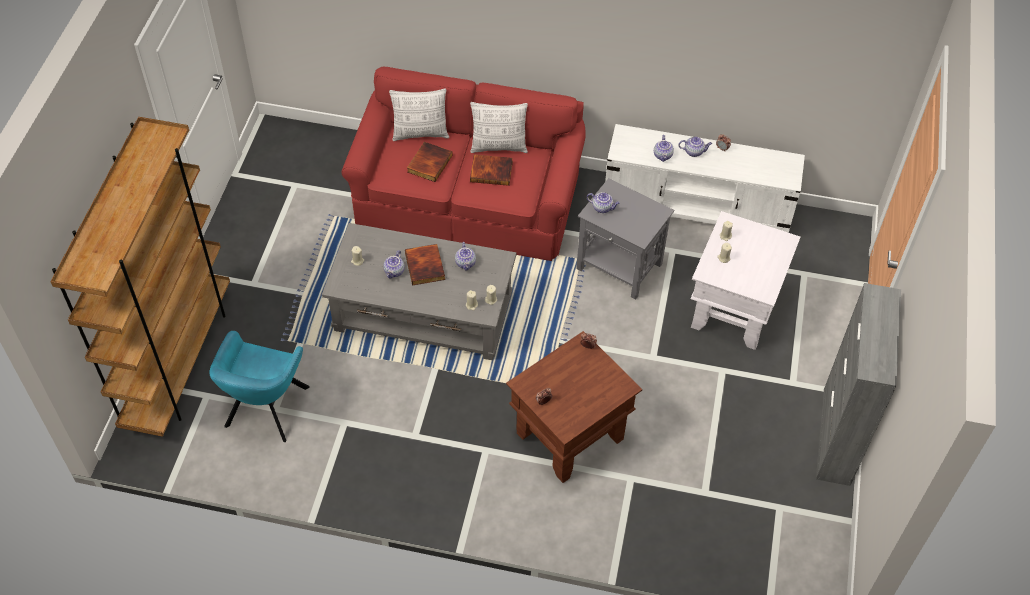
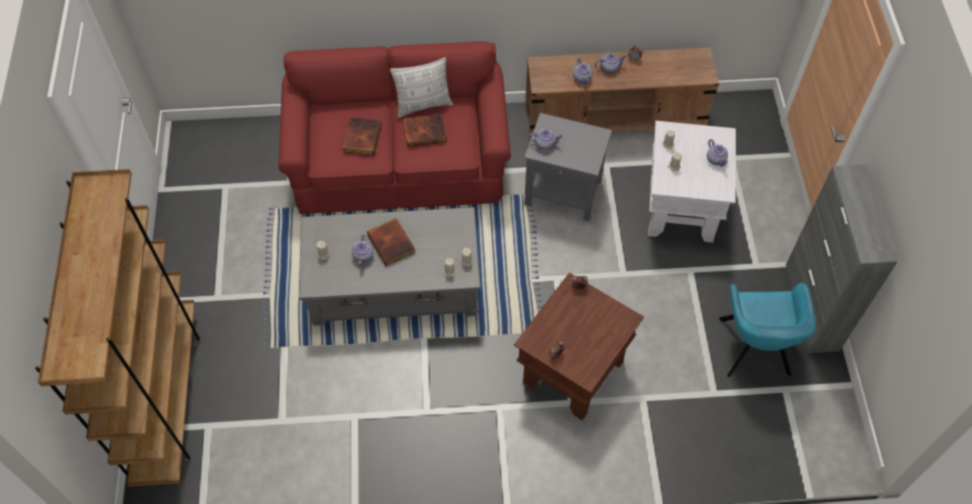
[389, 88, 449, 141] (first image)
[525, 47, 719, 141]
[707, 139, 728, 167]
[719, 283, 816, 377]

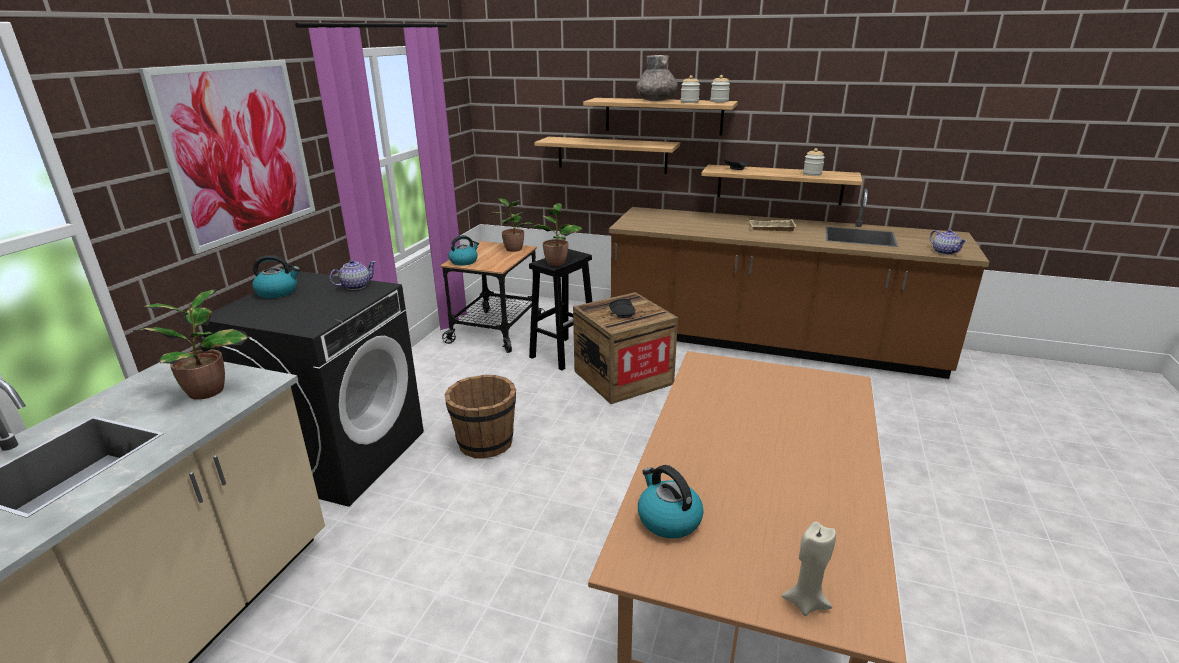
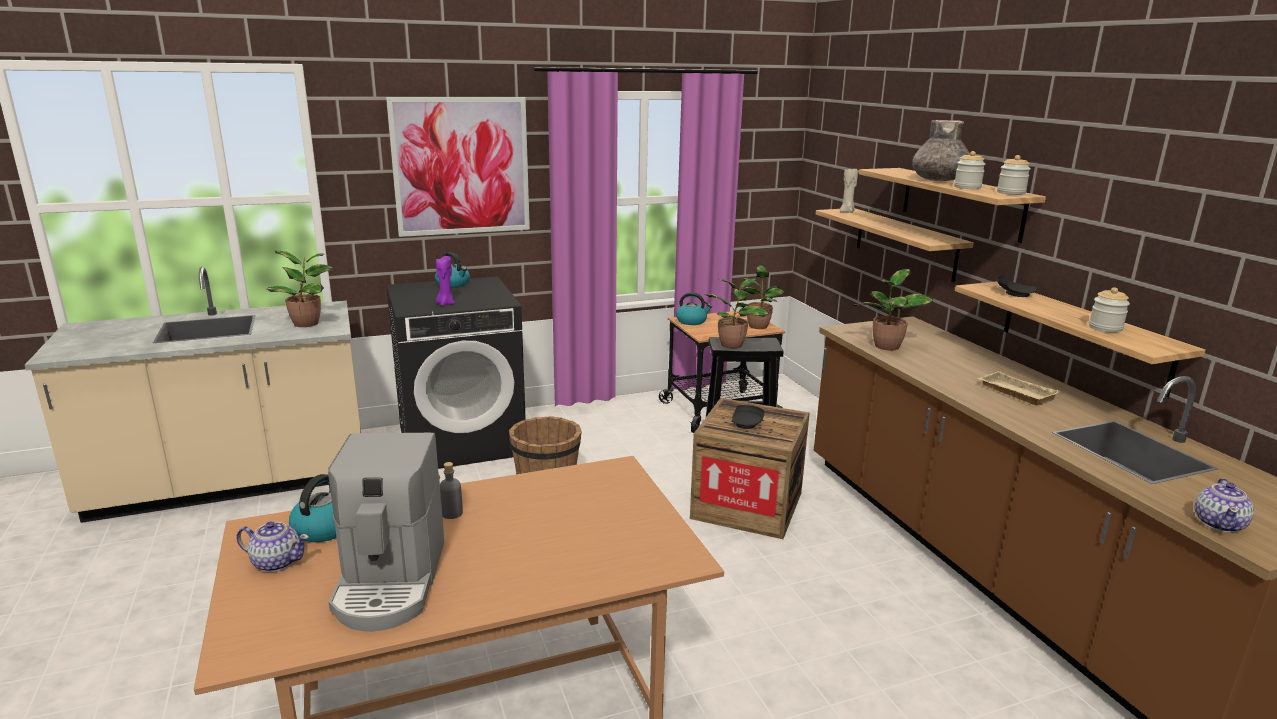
[236, 522, 309, 572]
[840, 168, 858, 213]
[436, 256, 454, 306]
[854, 269, 934, 351]
[328, 433, 444, 632]
[440, 462, 463, 519]

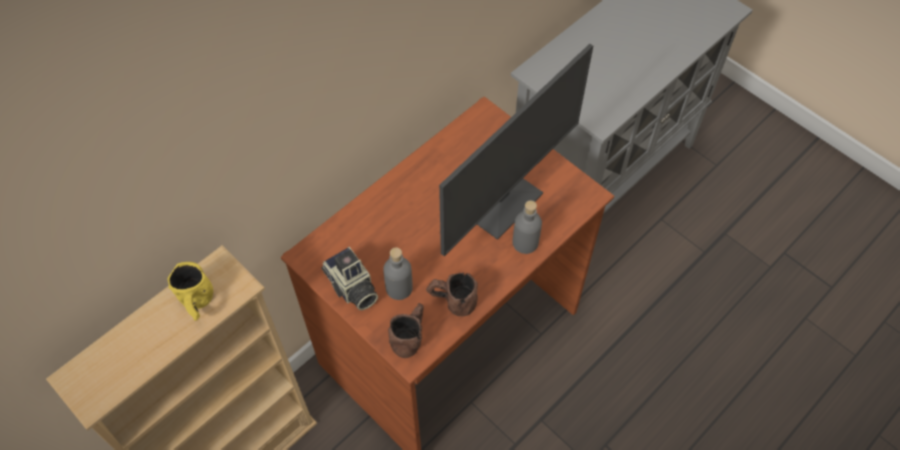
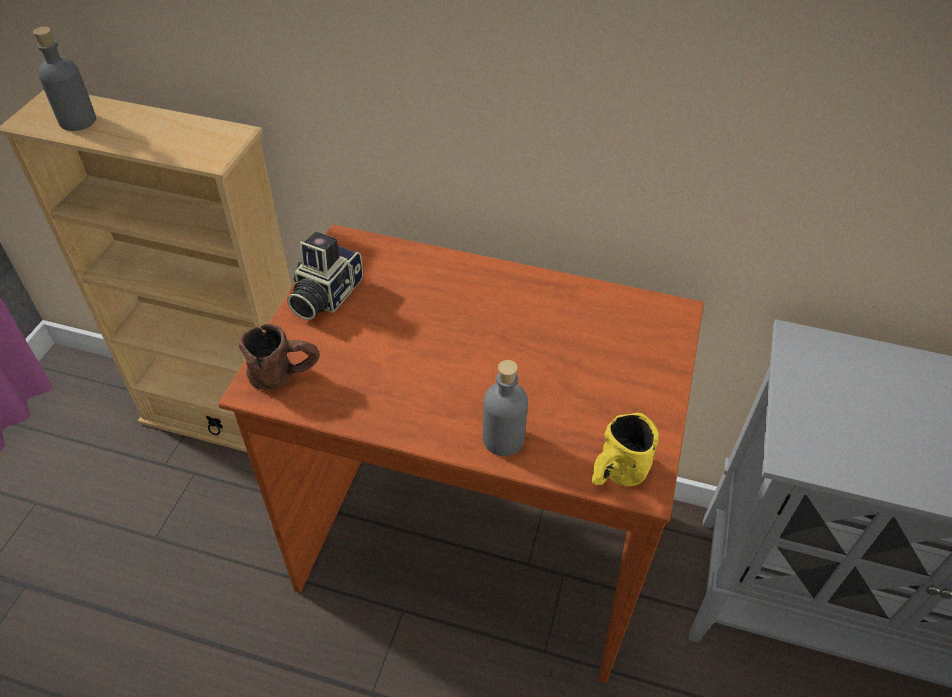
[439, 44, 593, 256] (first image)
[33, 27, 96, 131]
[591, 413, 659, 486]
[426, 273, 478, 316] (first image)

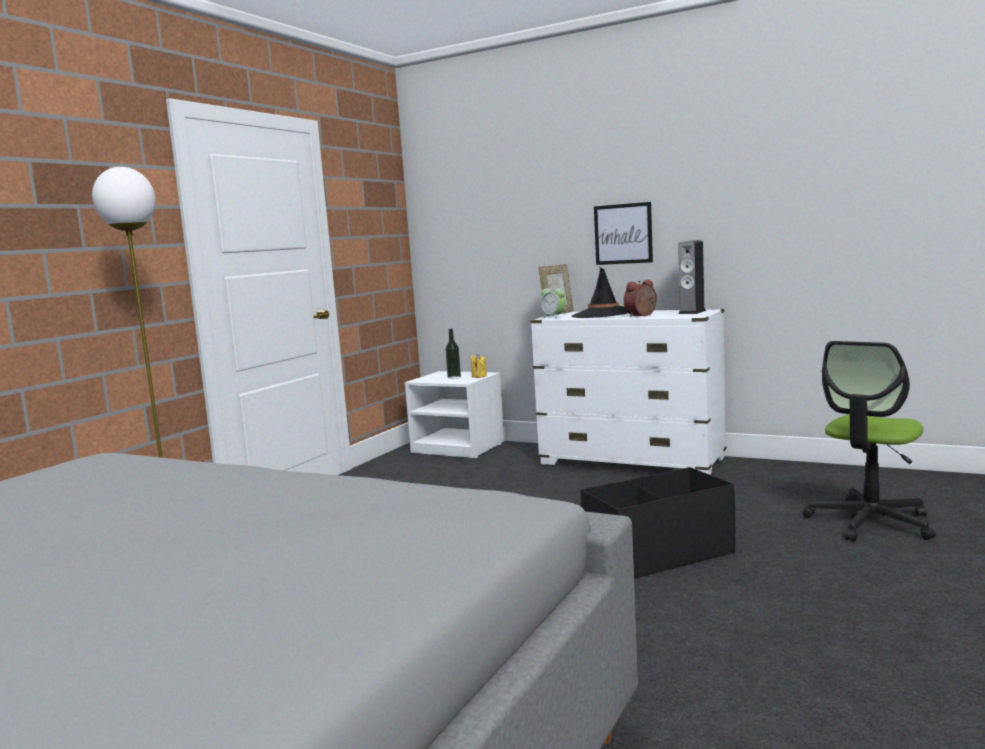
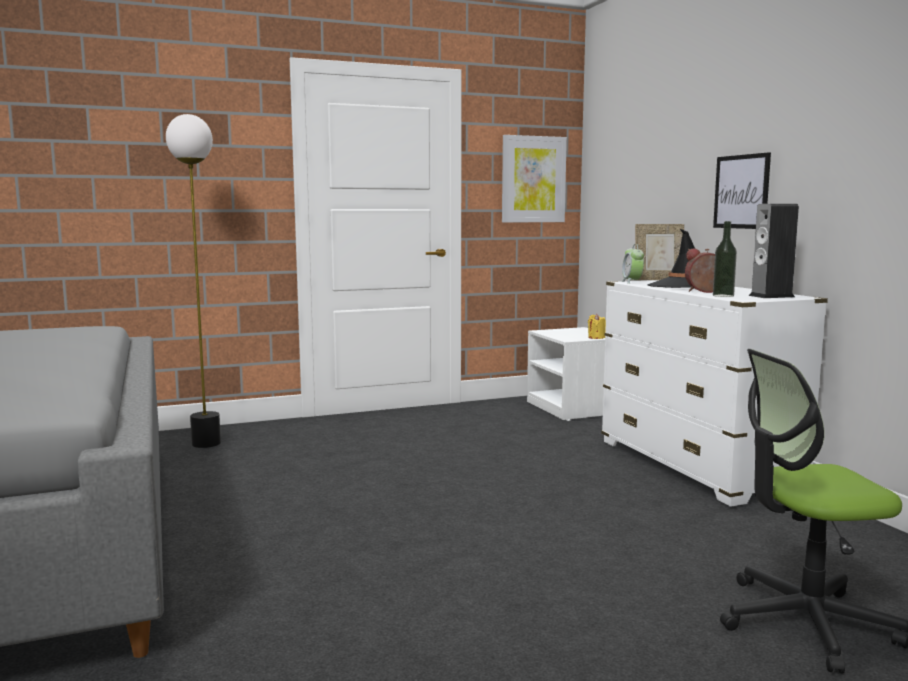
[713, 221, 737, 297]
[581, 467, 736, 579] (first image)
[502, 135, 567, 223]

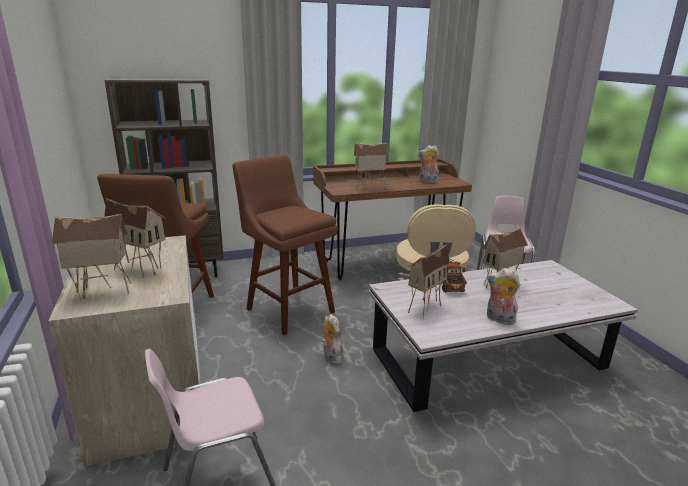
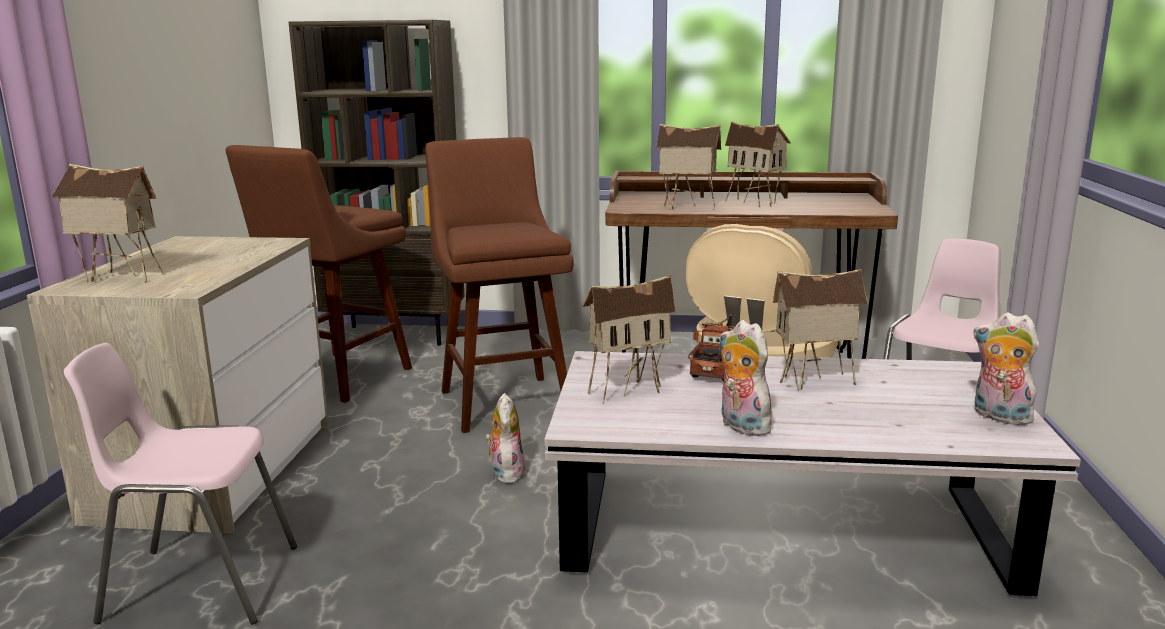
[973, 312, 1039, 425]
[725, 121, 791, 207]

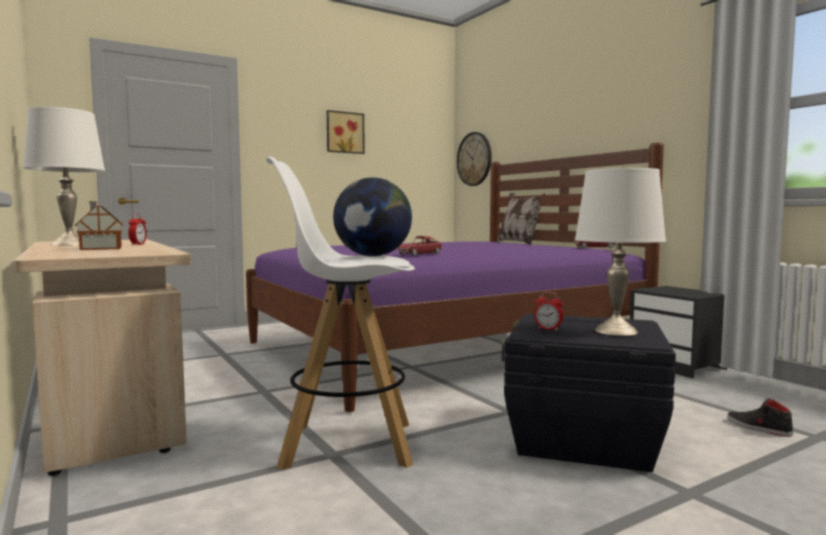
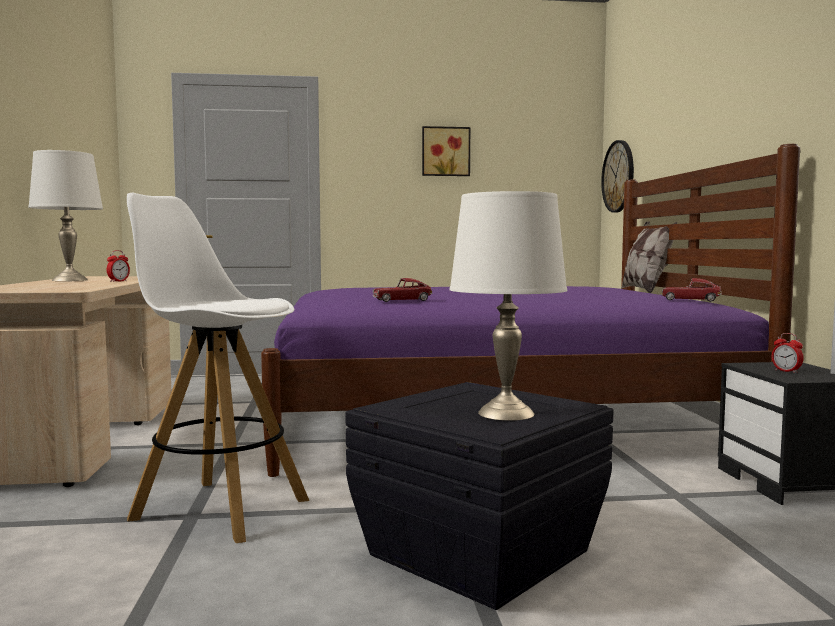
[333, 177, 412, 256] (first image)
[74, 201, 124, 250] (first image)
[772, 333, 804, 373]
[727, 398, 793, 437] (first image)

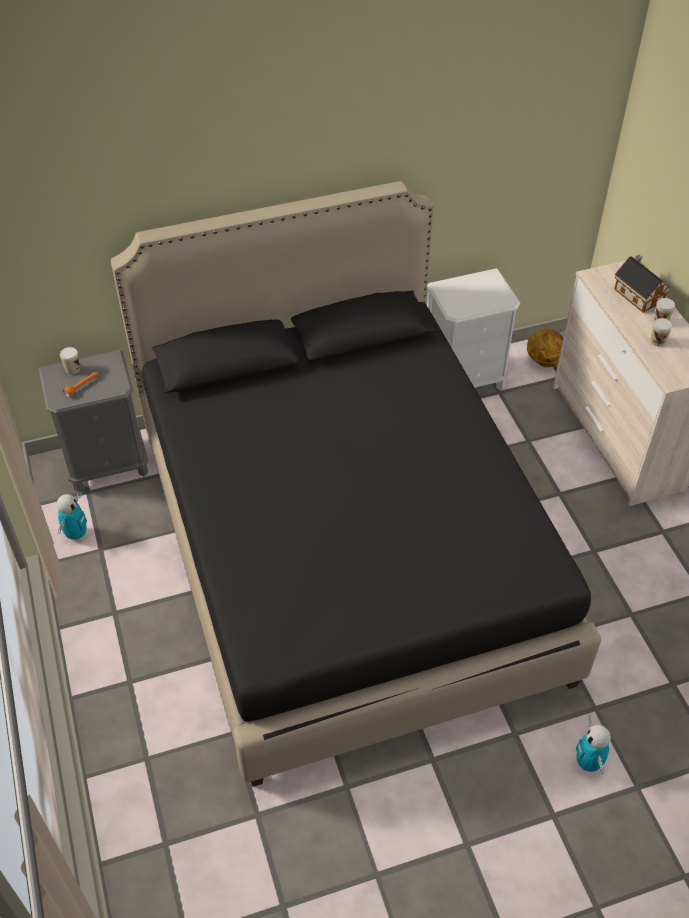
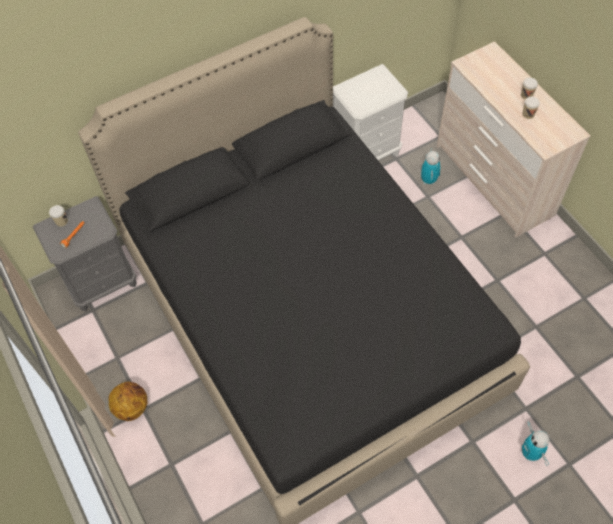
[614, 255, 671, 313] (first image)
[108, 382, 148, 421]
[421, 151, 440, 184]

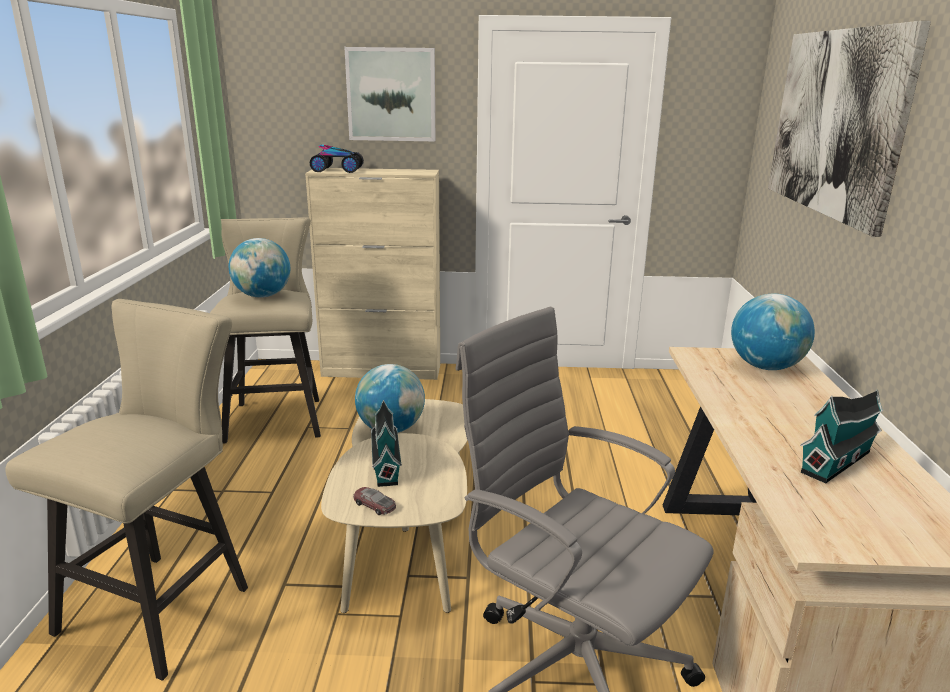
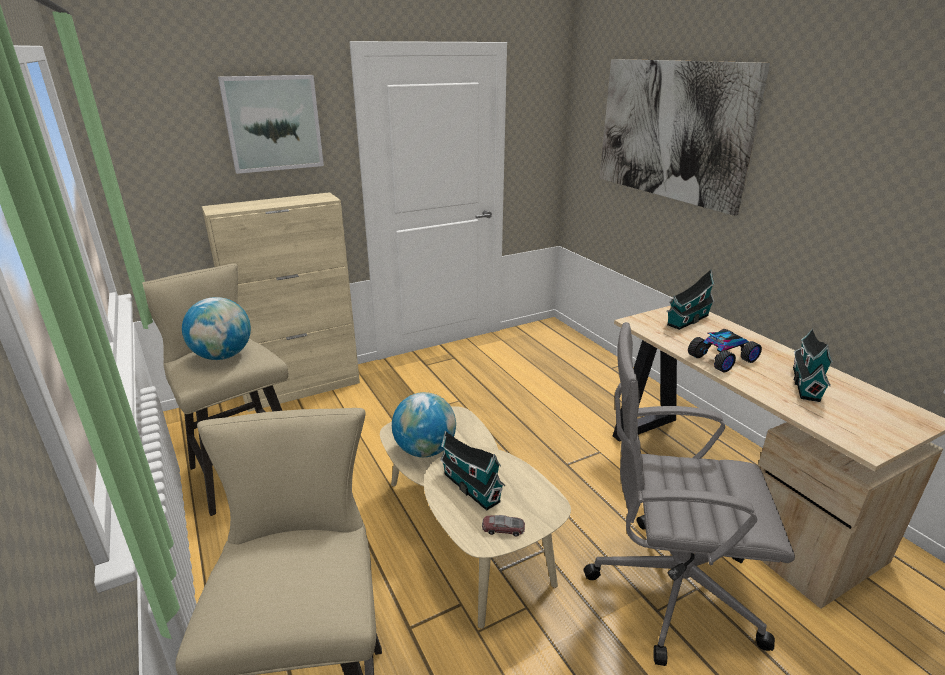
[688, 329, 762, 372]
[666, 269, 715, 330]

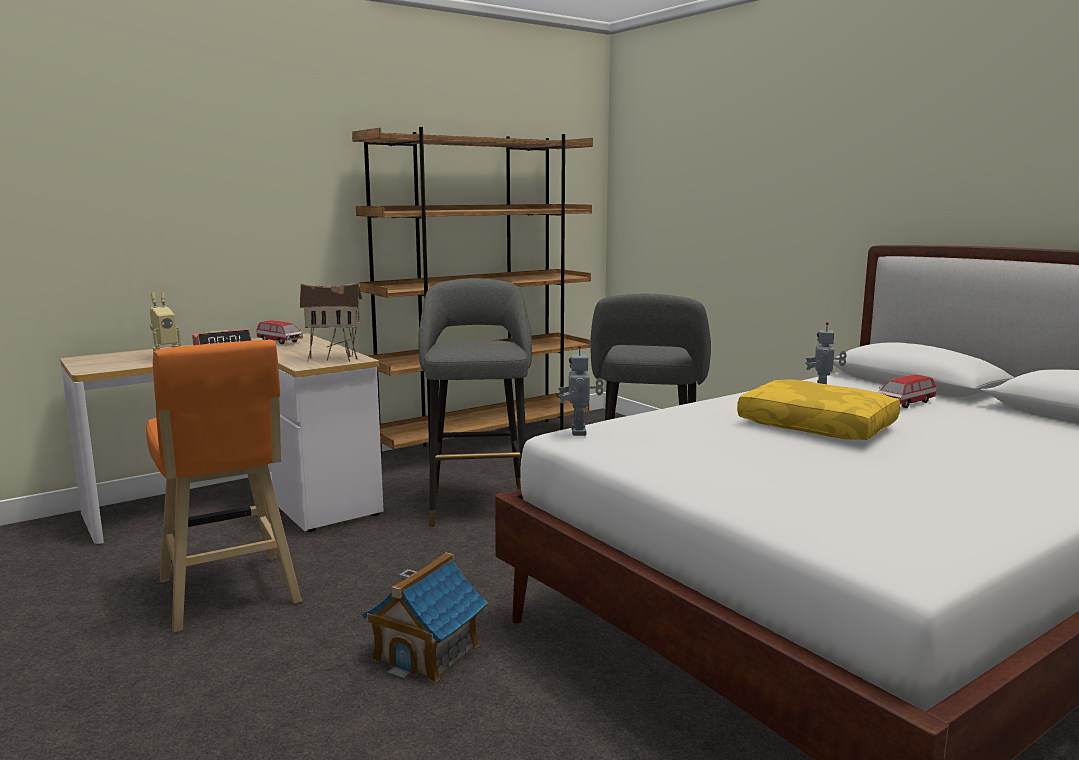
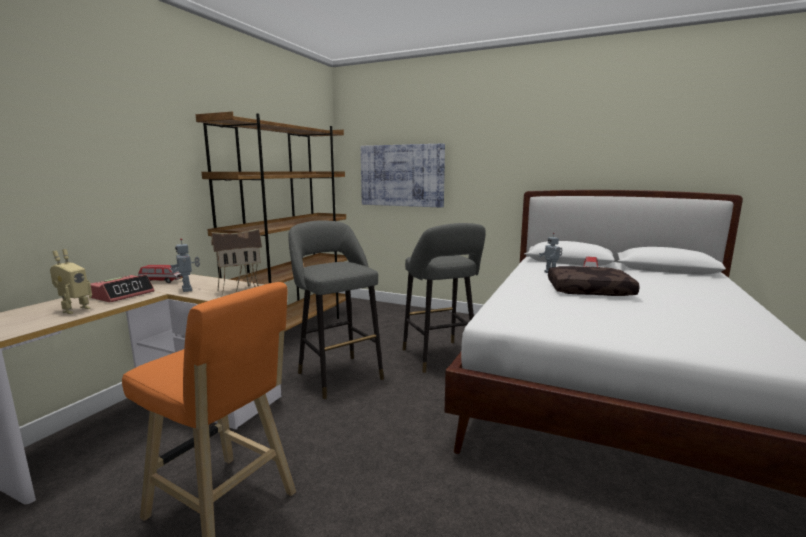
[170, 238, 200, 292]
[548, 266, 640, 296]
[362, 552, 488, 682] (first image)
[361, 144, 445, 208]

